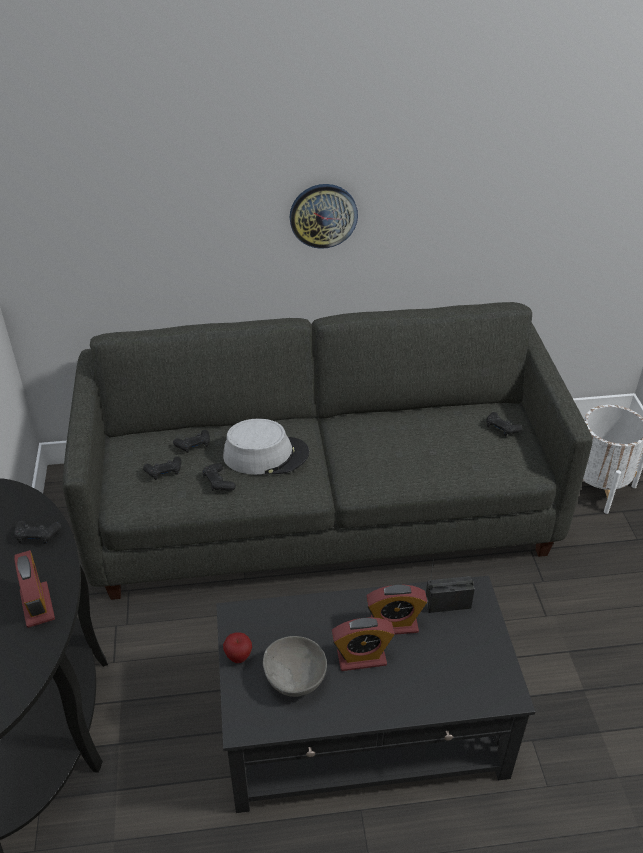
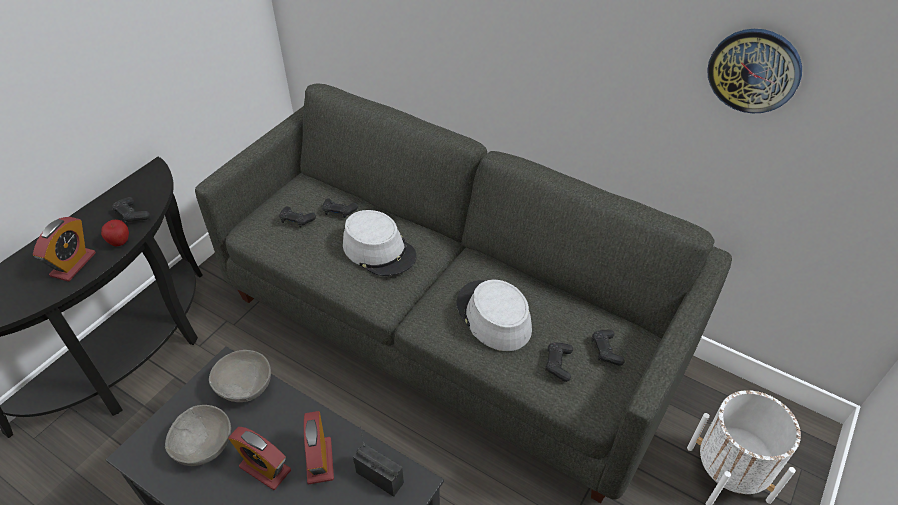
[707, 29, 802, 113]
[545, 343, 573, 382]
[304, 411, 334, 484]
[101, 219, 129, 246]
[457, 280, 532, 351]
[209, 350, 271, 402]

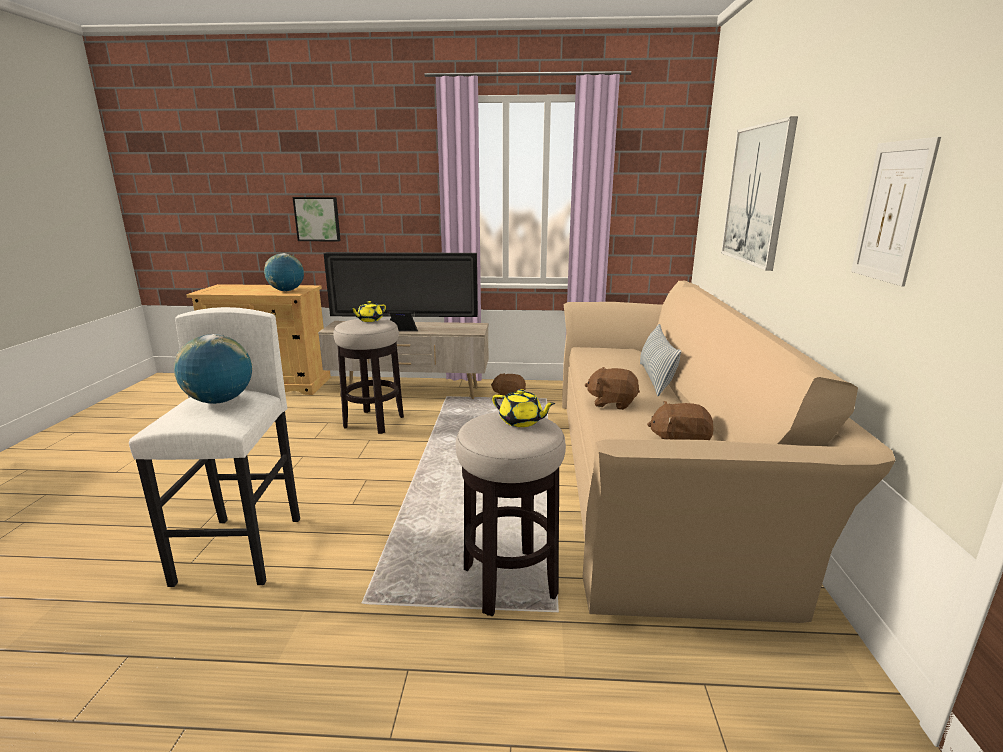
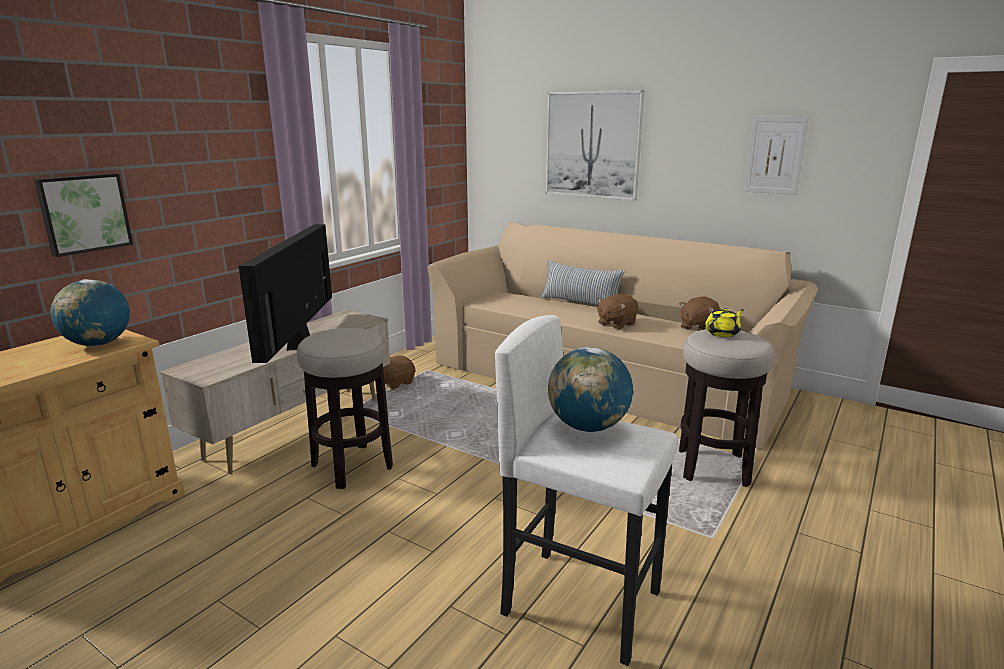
[239, 224, 332, 363]
[350, 301, 386, 322] (first image)

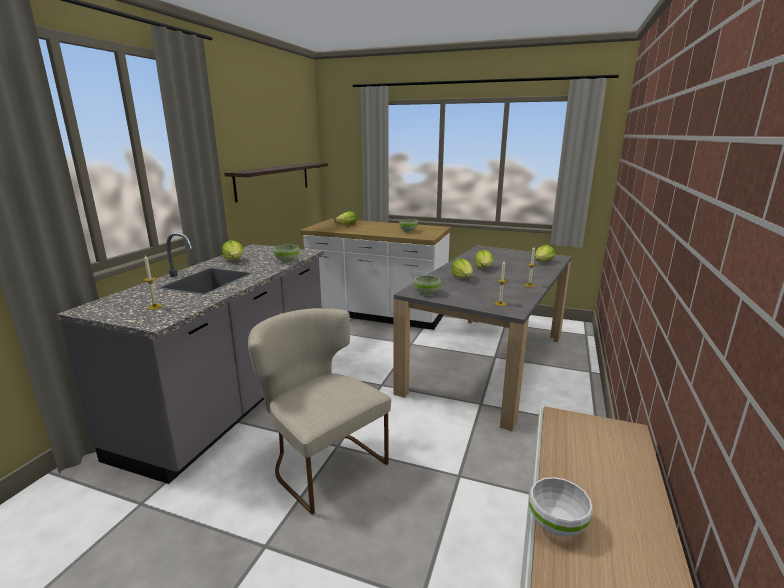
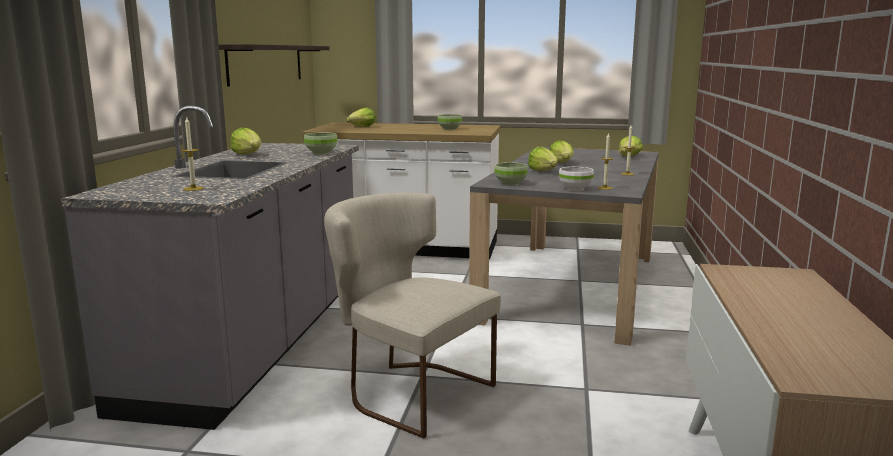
[559, 167, 594, 191]

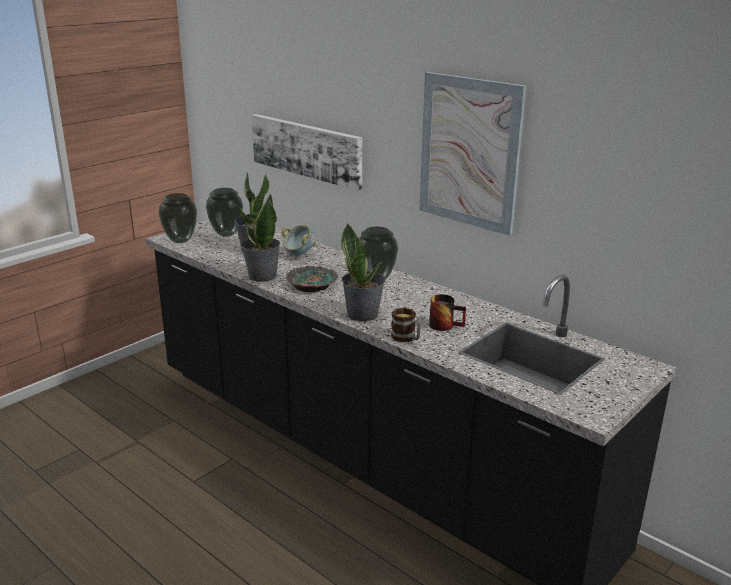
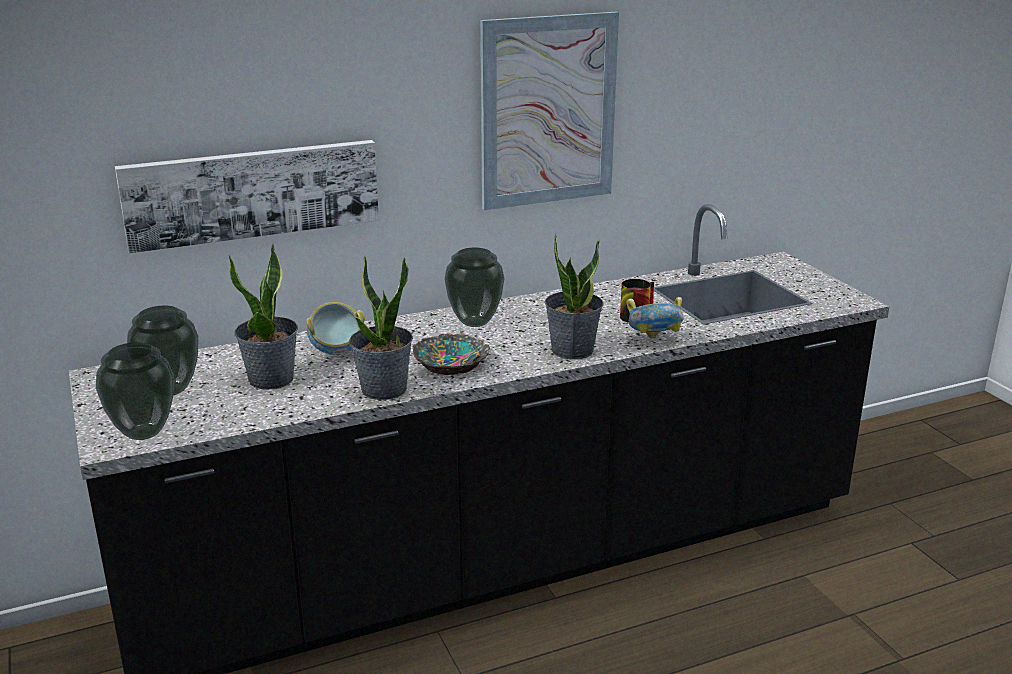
[627, 297, 683, 338]

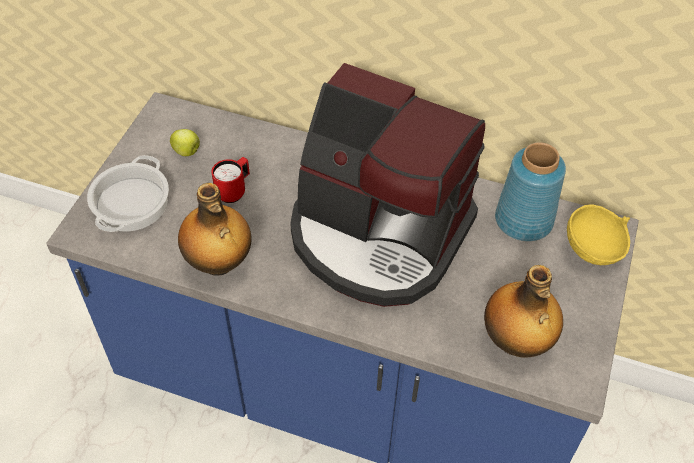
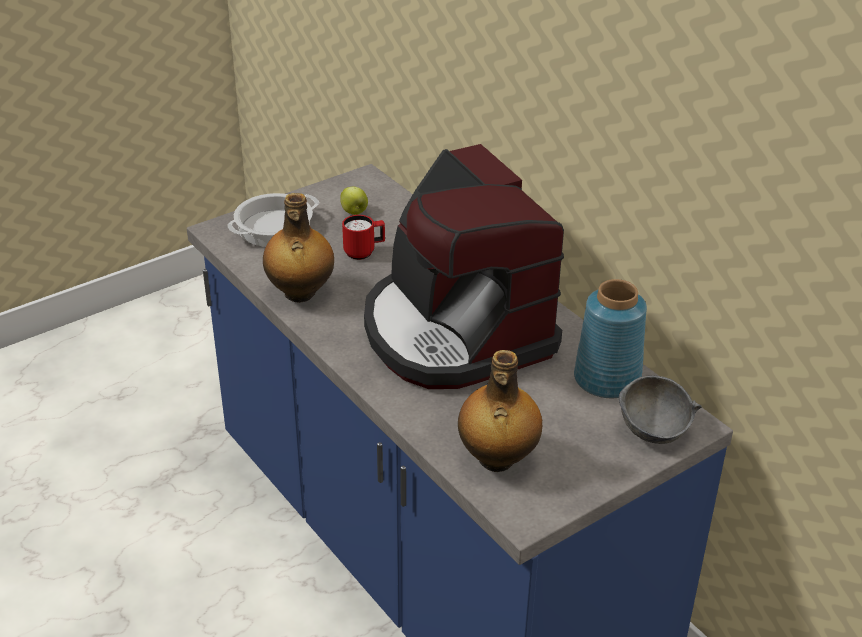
[619, 376, 702, 444]

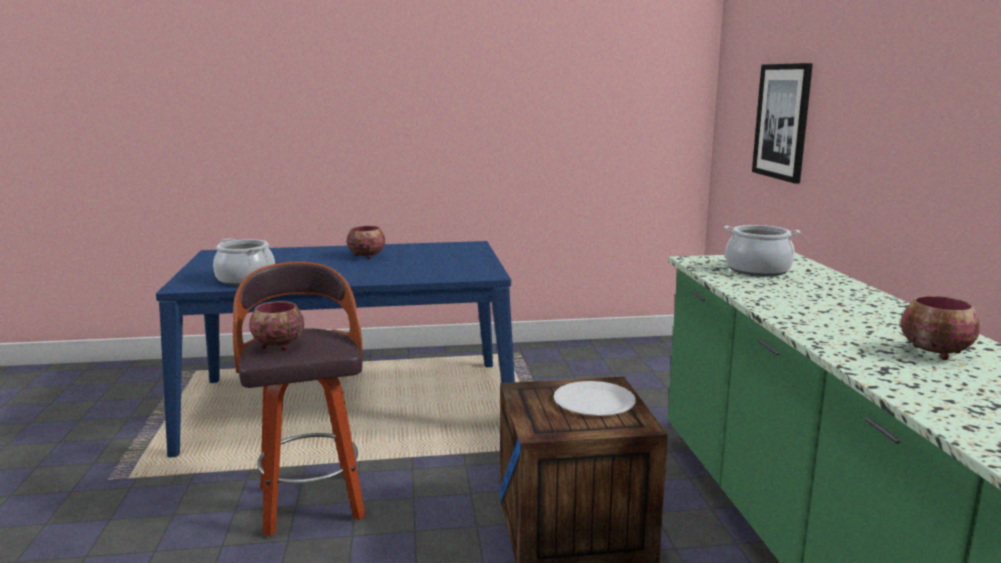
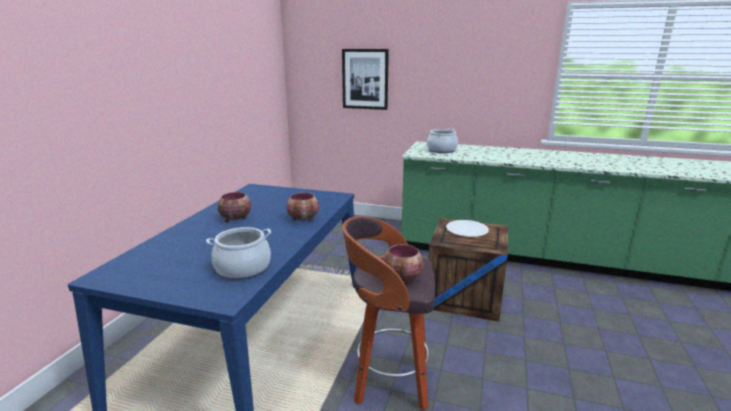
[286, 193, 319, 222]

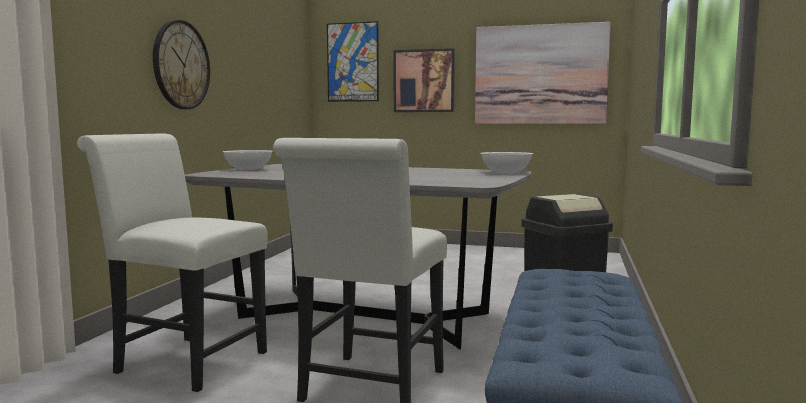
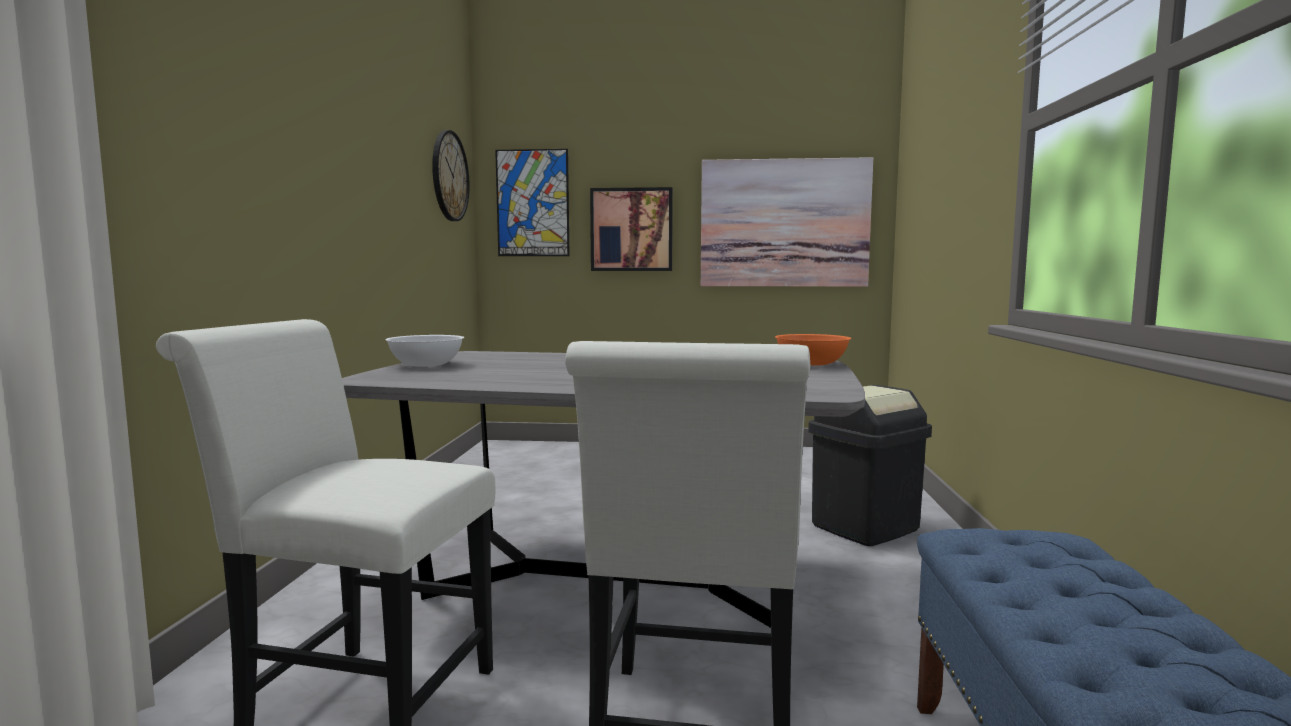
[432, 130, 469, 221]
[775, 334, 851, 366]

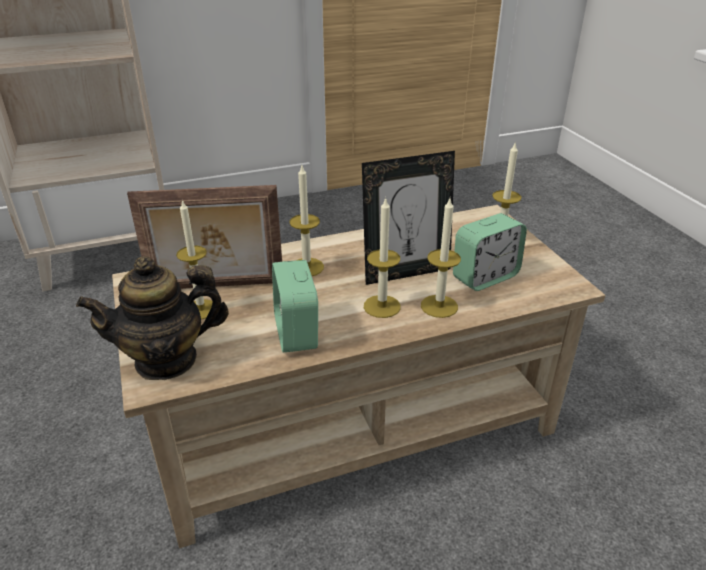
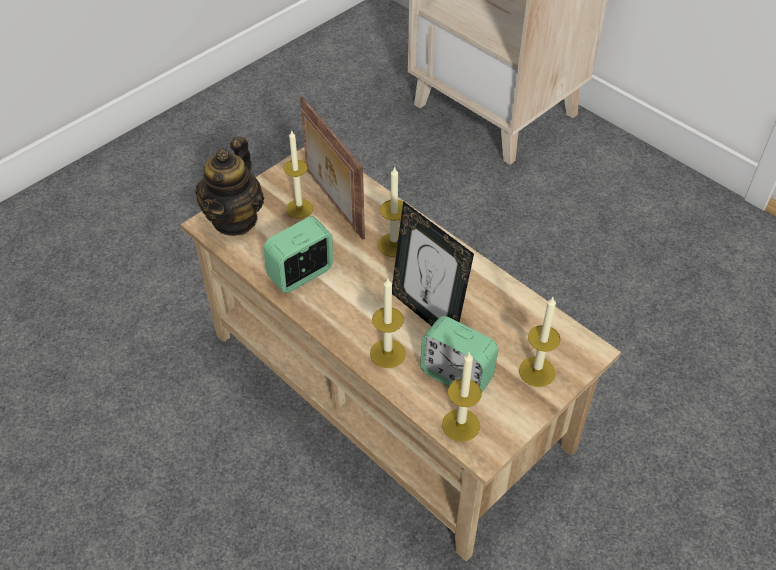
[442, 353, 482, 442]
[195, 136, 264, 236]

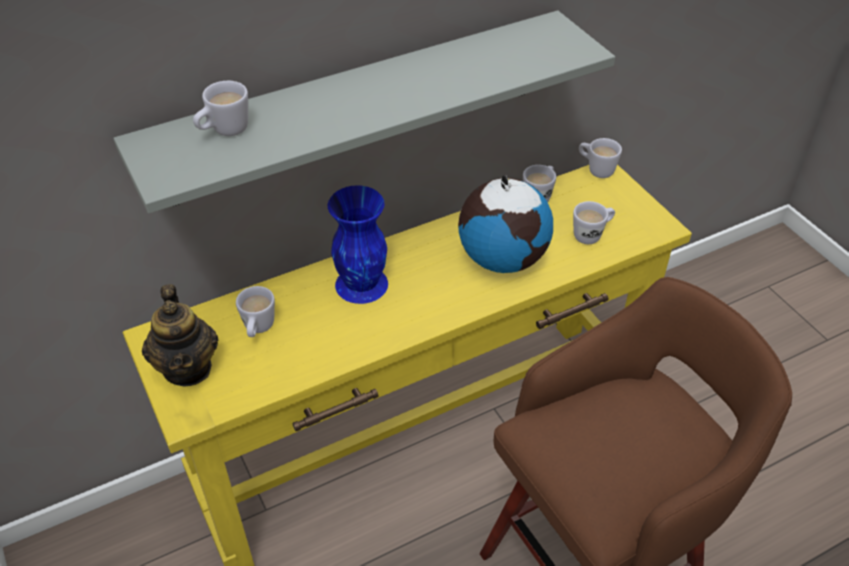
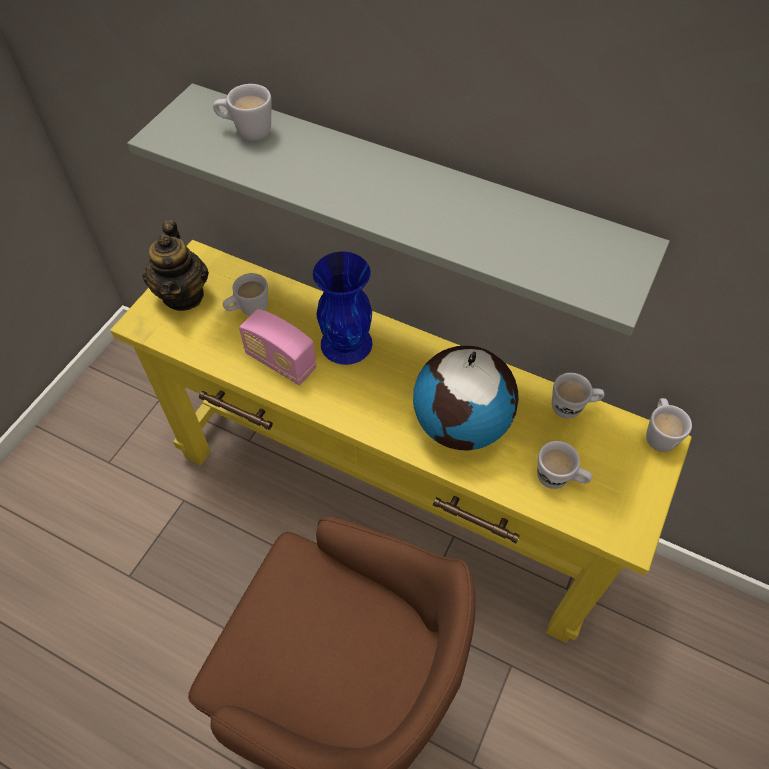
[142, 220, 209, 311]
[239, 309, 317, 385]

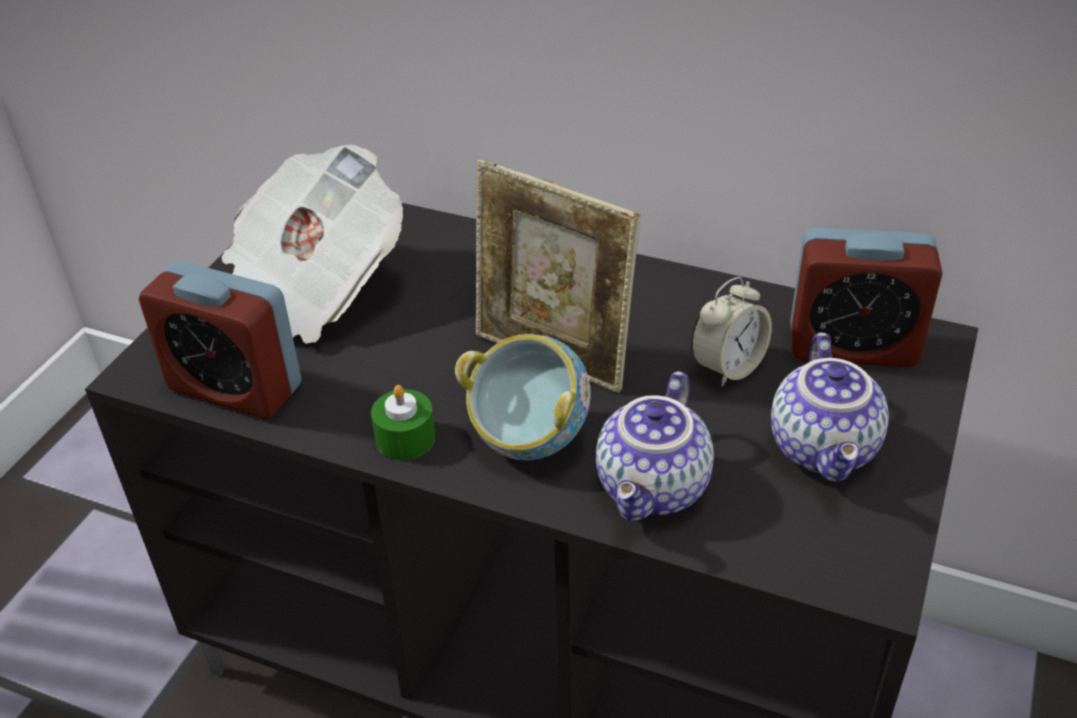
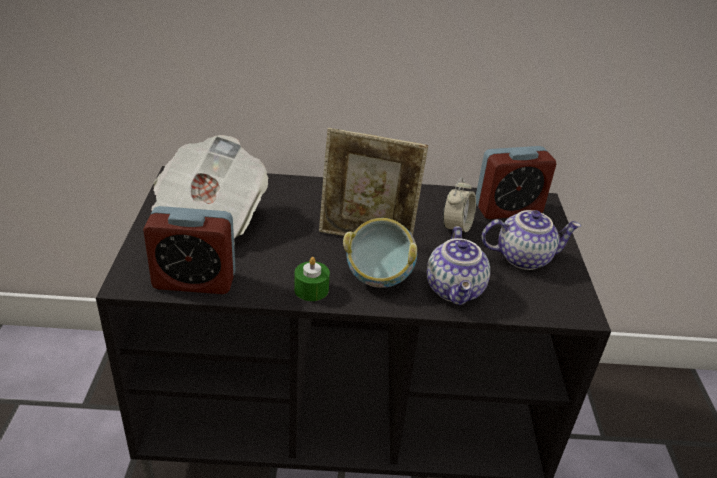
[482, 210, 581, 270]

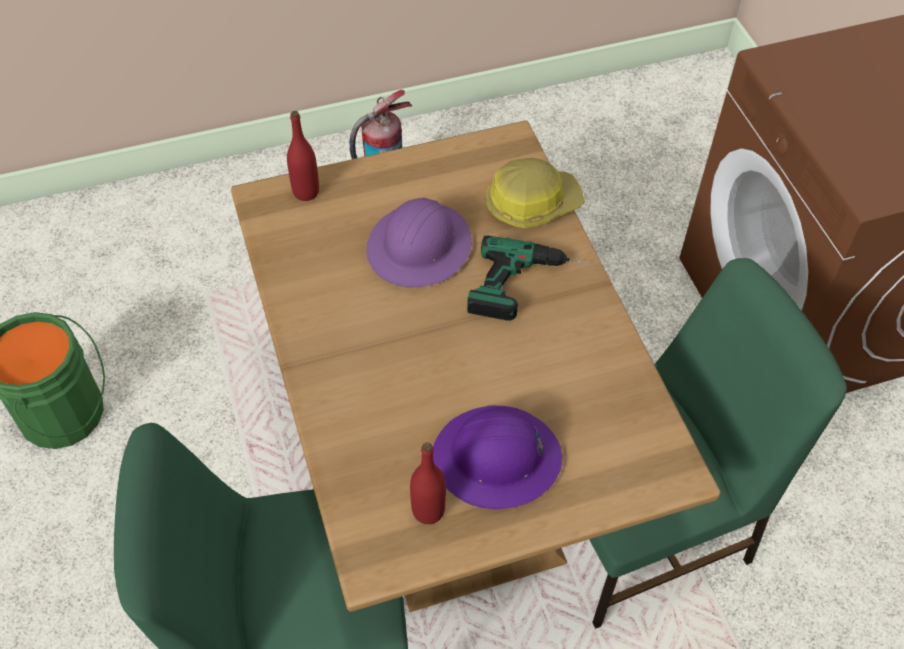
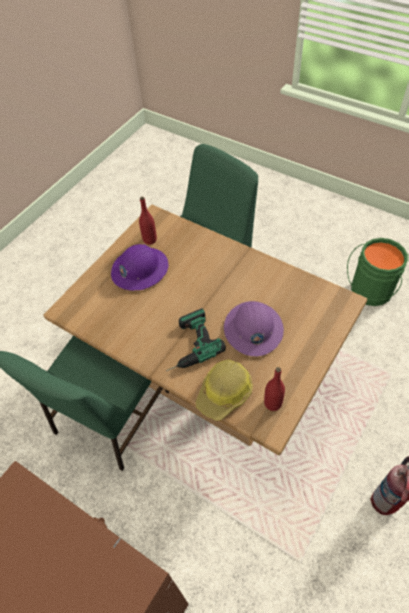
[264, 367, 285, 411]

